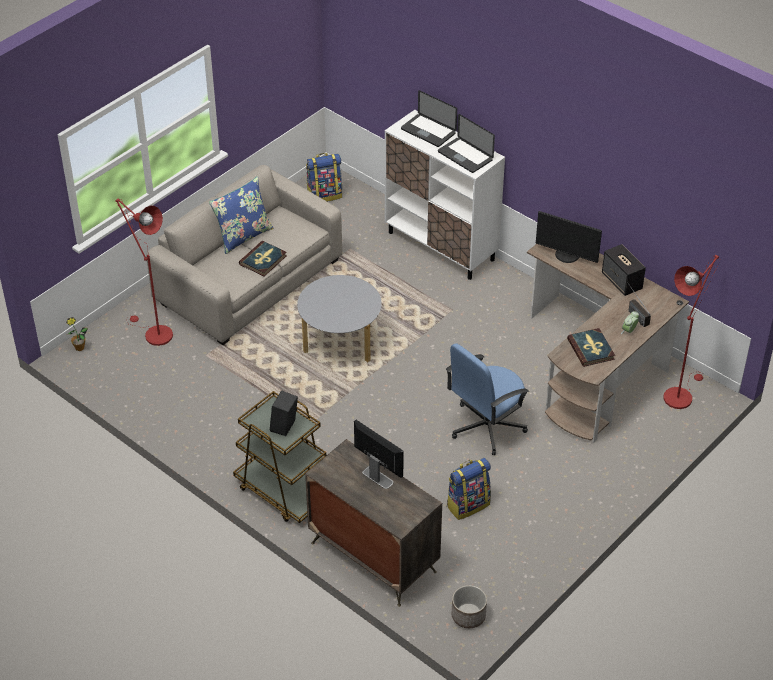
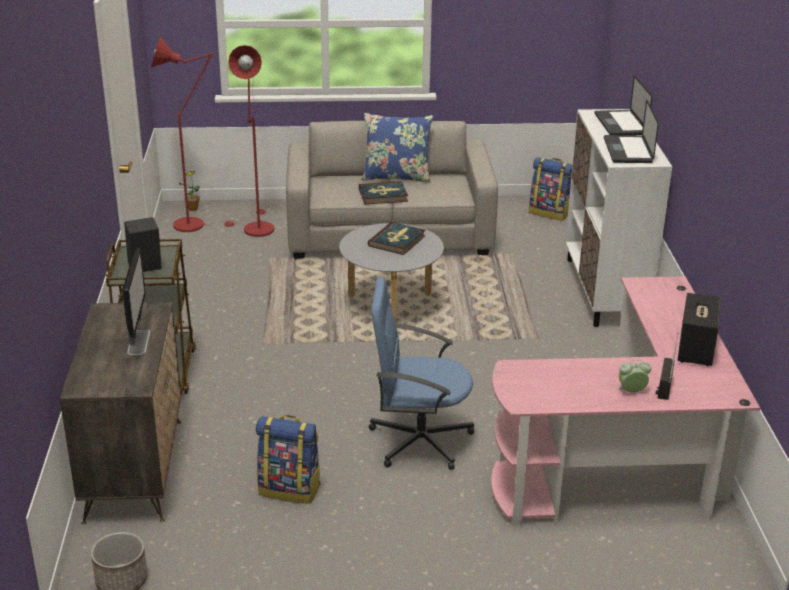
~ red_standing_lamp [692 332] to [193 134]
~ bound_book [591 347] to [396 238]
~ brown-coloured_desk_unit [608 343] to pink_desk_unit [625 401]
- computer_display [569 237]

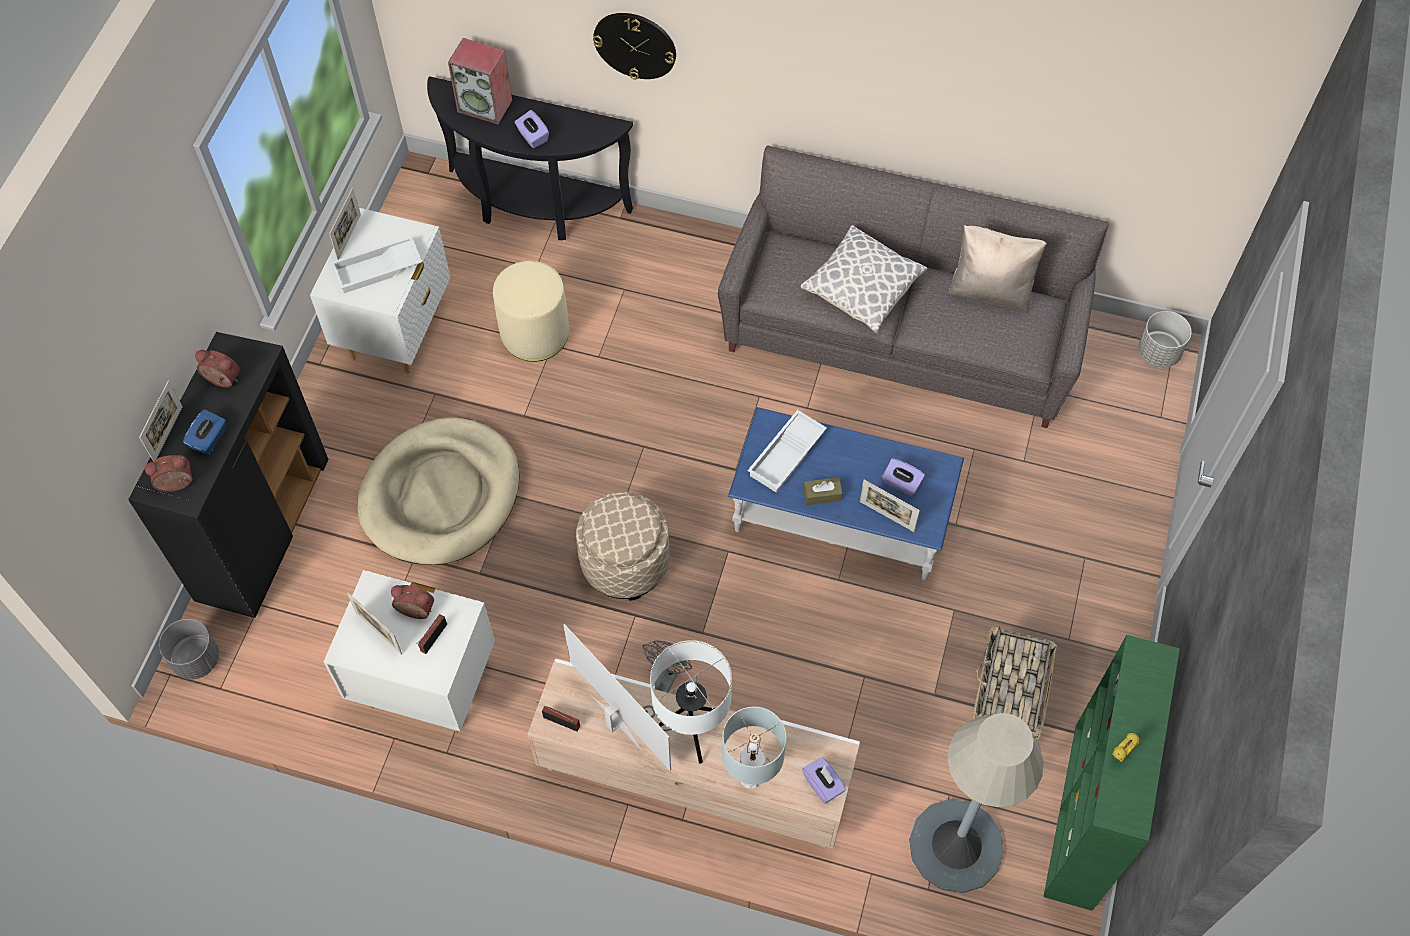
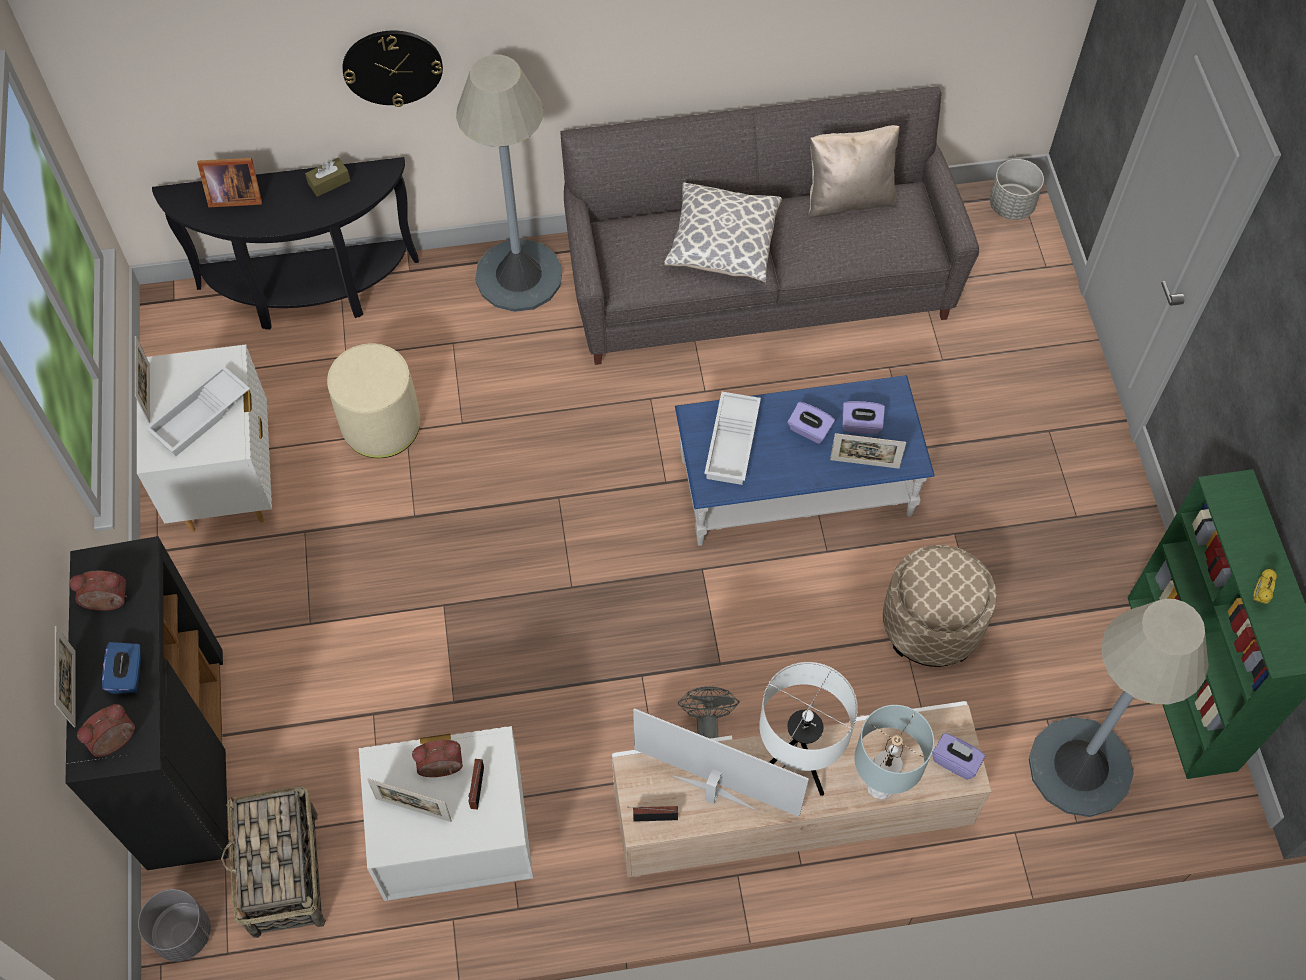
~ loudspeaker [480 81] to photo_frame [229 182]
~ storage_basket [1015 683] to [273 862]
~ brown-coloured_box_of_tissues [823 491] to [328 177]
+ gray_standing_lamp [509 183]
~ purple_box_of_tissues [531 129] to [811 423]
~ beige-coloured_footrest [623 546] to [940 606]
- beige-coloured_pet_bed [438 491]

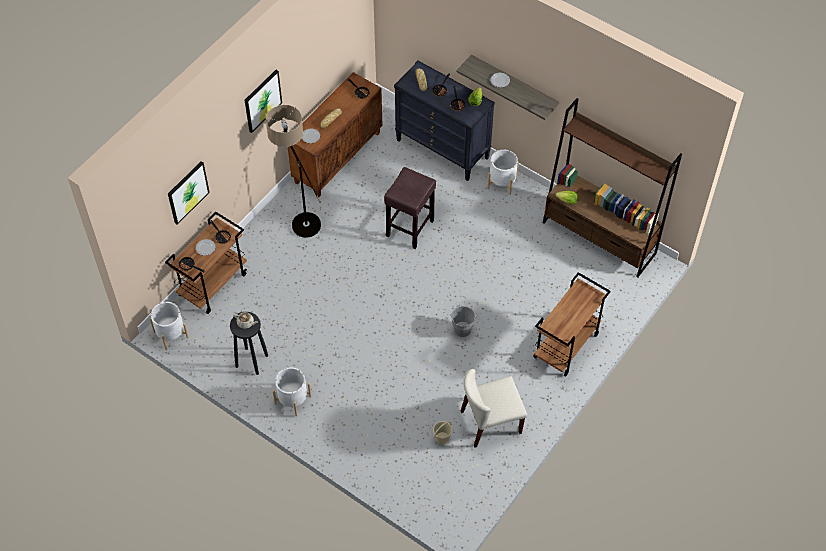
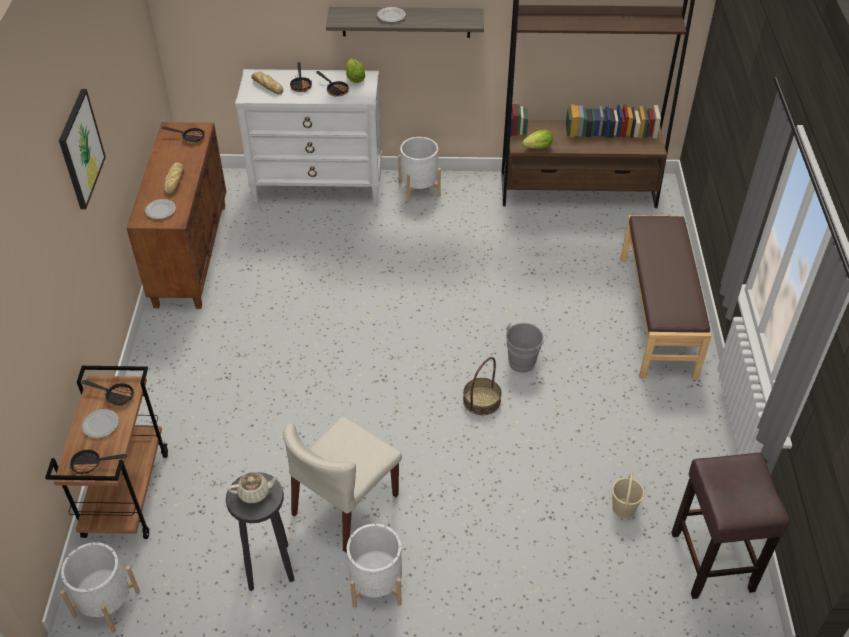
~ black-coloured_dresser [444 121] to white-coloured_dresser [308 137]
~ beige-coloured_plain_chair [494 408] to [342 484]
+ storage_basket [482 386]
~ brown-coloured_wheeled_cart [572 324] to brown-coloured_bench [666 297]
~ brown-coloured_sitting_stool [410 208] to [730 526]
- wall_art [189 193]
- standing_lamp [293 171]

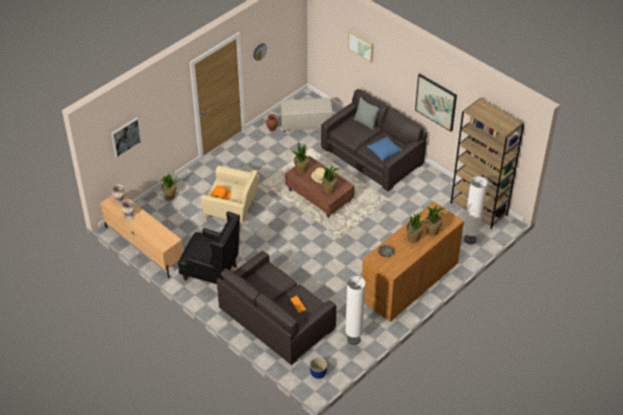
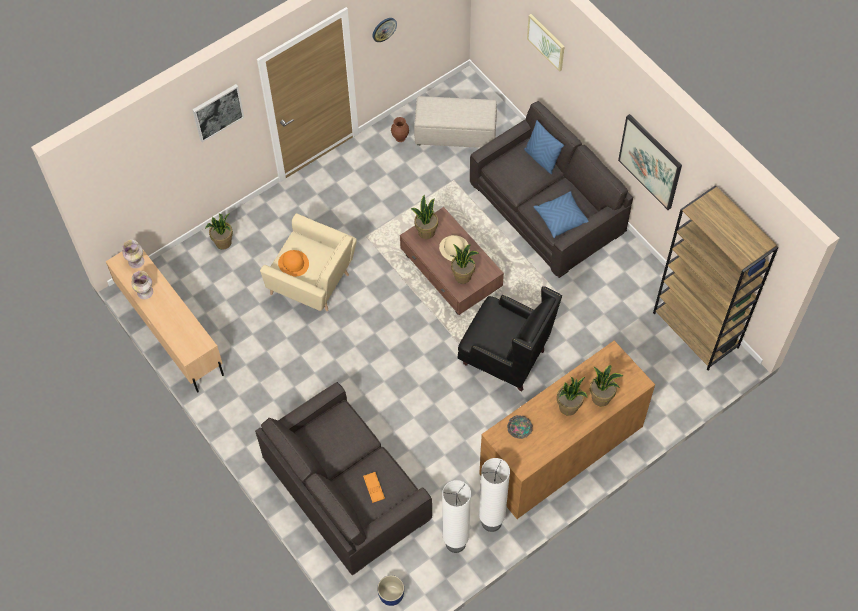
~ wall_art [126 137] to [218 113]
~ black-coloured_armchair [209 247] to [509 338]
~ white-coloured_standing_lamp [475 210] to [494 495]
~ gray_throw_pillow [367 113] to blue_throw_pillow [544 147]

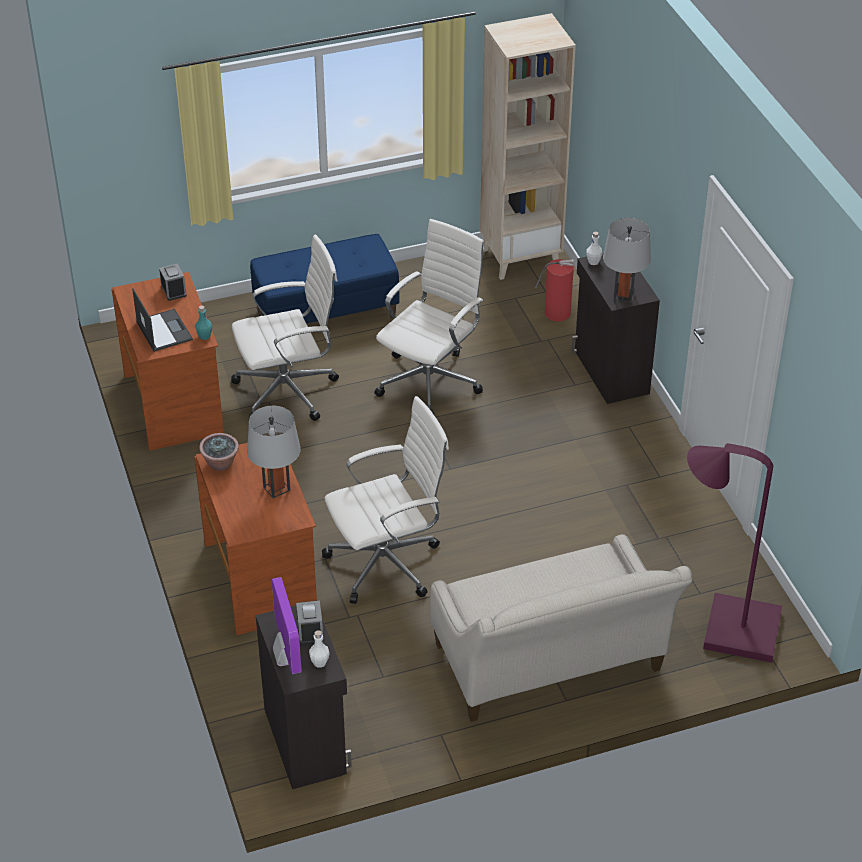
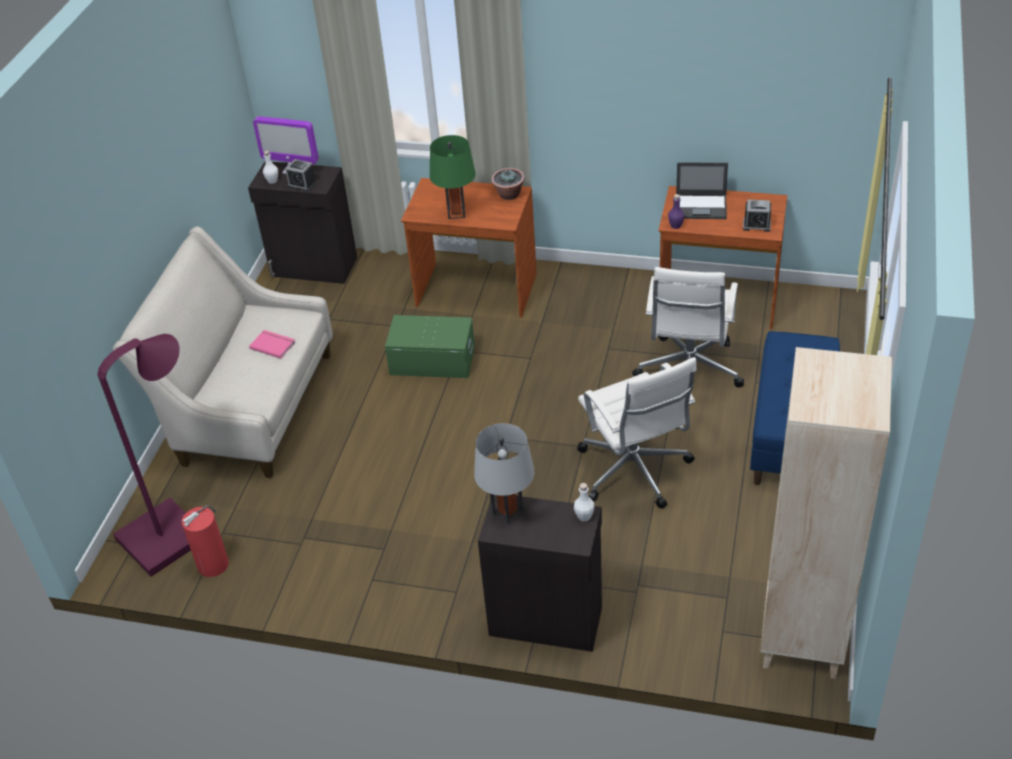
~ fire_extinguisher [554 290] to [205 541]
+ pink_bound_book [272 344]
~ white-coloured_desk_chair [385 500] to green_storage_box [430 346]
~ gray_tabletop_lamp [274 452] to green_tabletop_lamp [453 177]
~ blue-green_beverage_bottle [203 323] to purple_beverage_bottle [676 211]

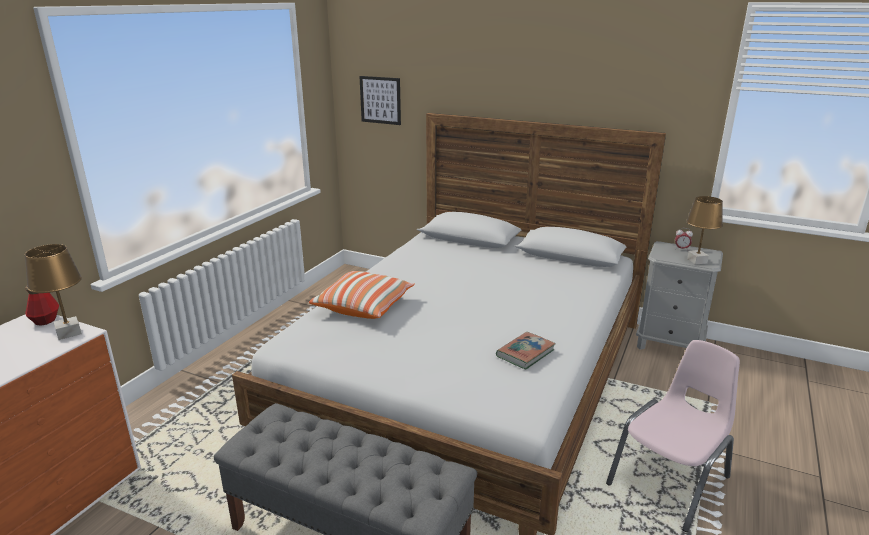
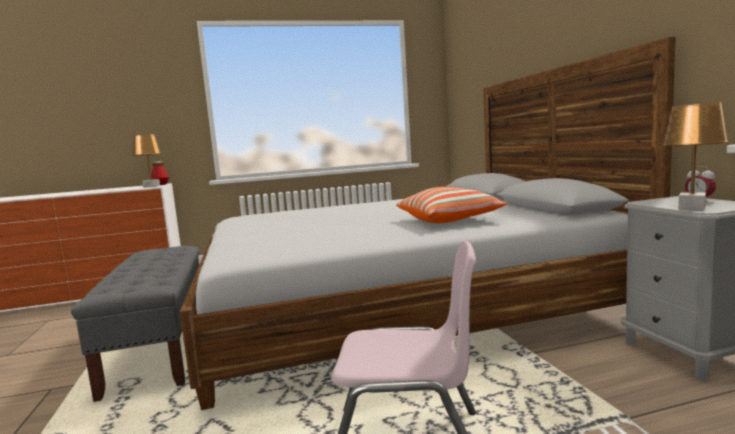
~ throw_pillow [362 295] to [452 205]
- wall_art [380 100]
- bound_book [526 351]

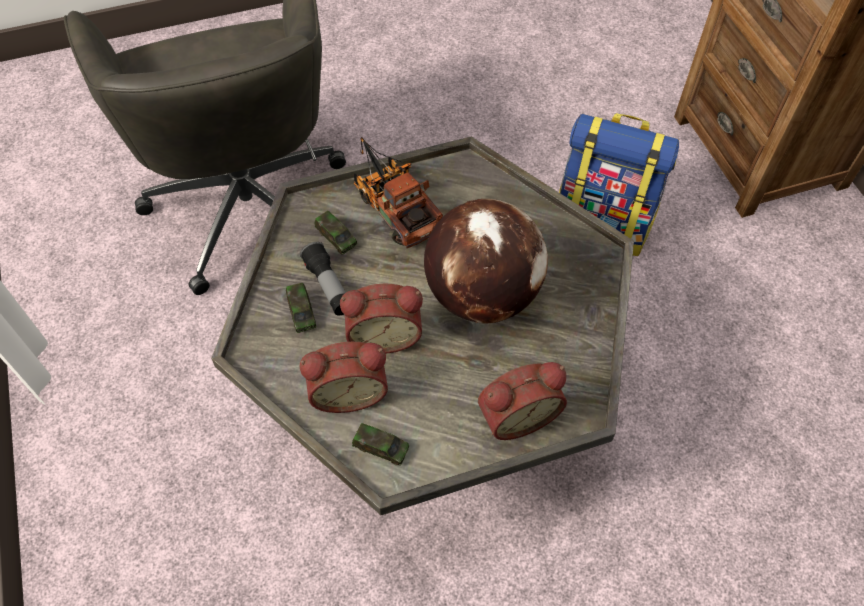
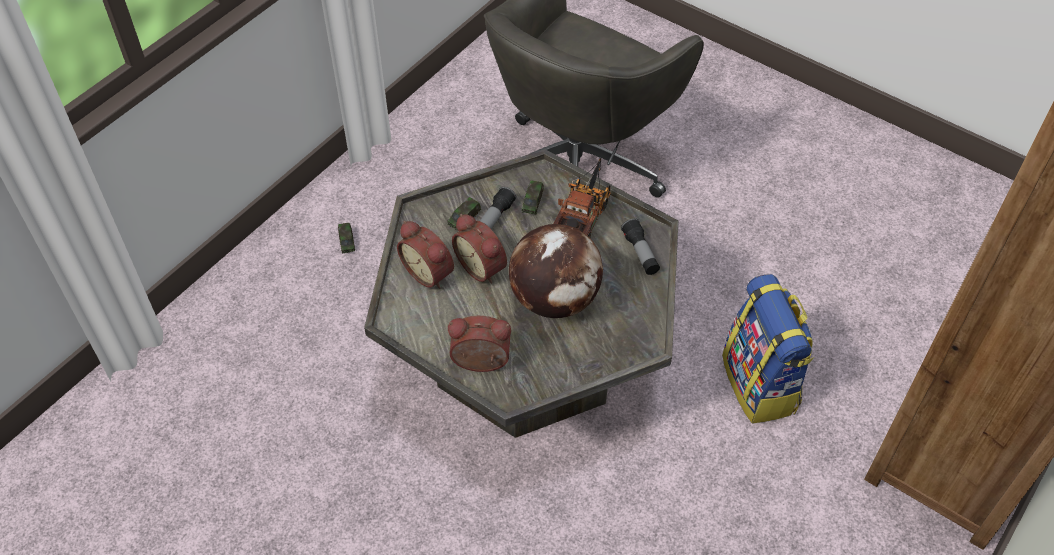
~ toy_car [380 444] to [346 238]
~ bedside_clock [522 401] = [479 344] 150 degrees clockwise
+ torch [640 246]

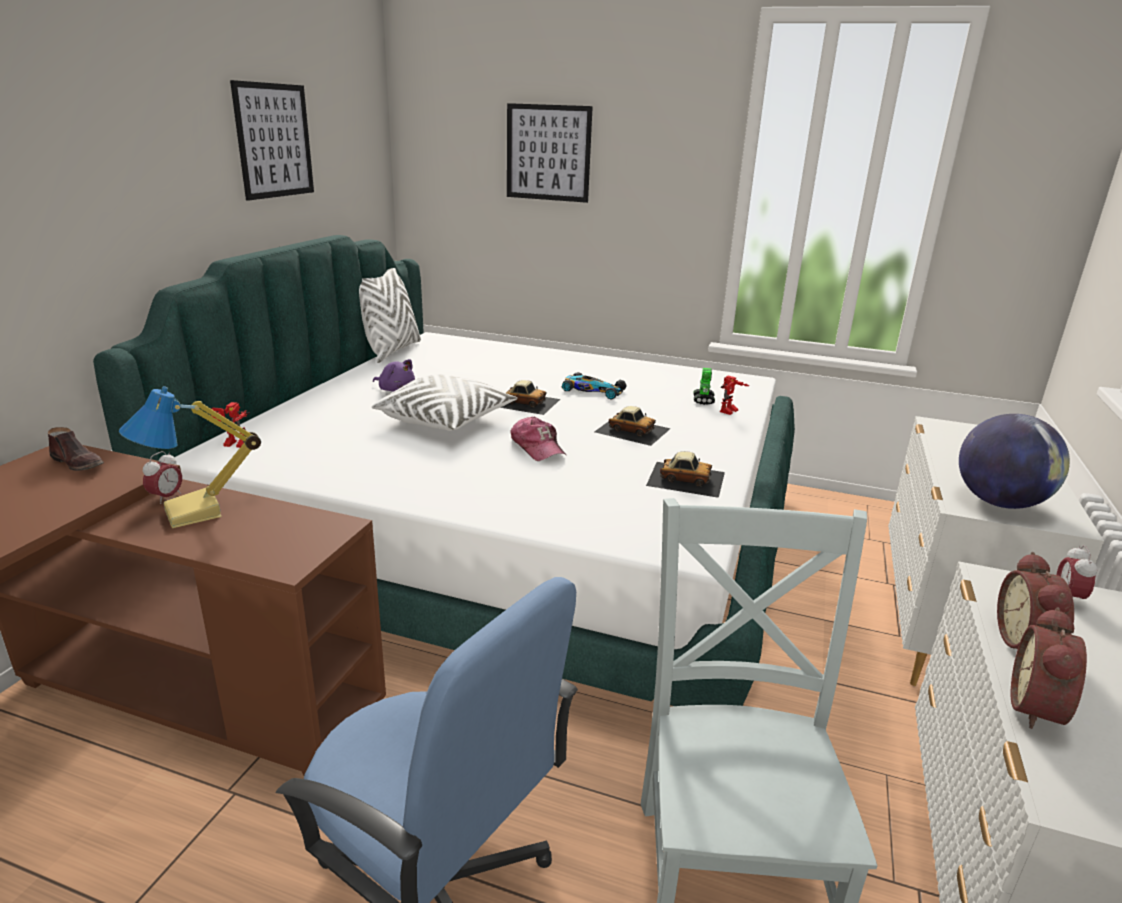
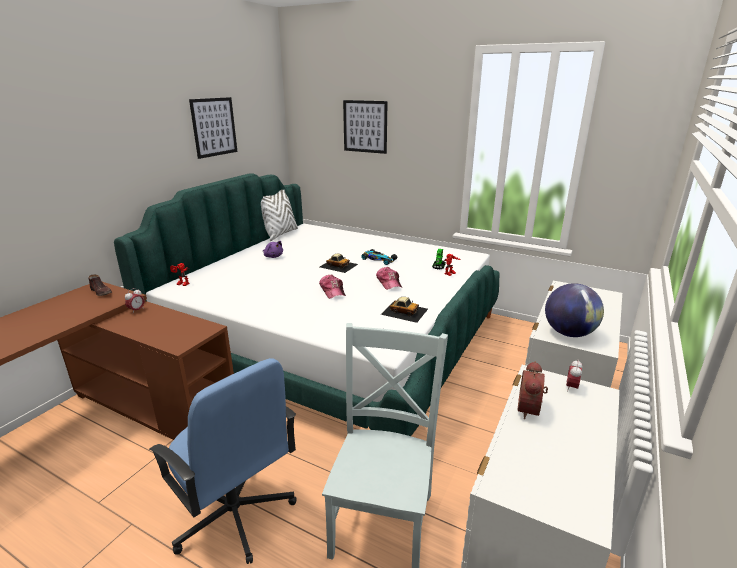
~ toy_car [632 426] to peaked_cap [389 278]
- tabletop_lamp [190 457]
- white-coloured_throw_pillow [445 402]
- bedside_clock [1049 668]

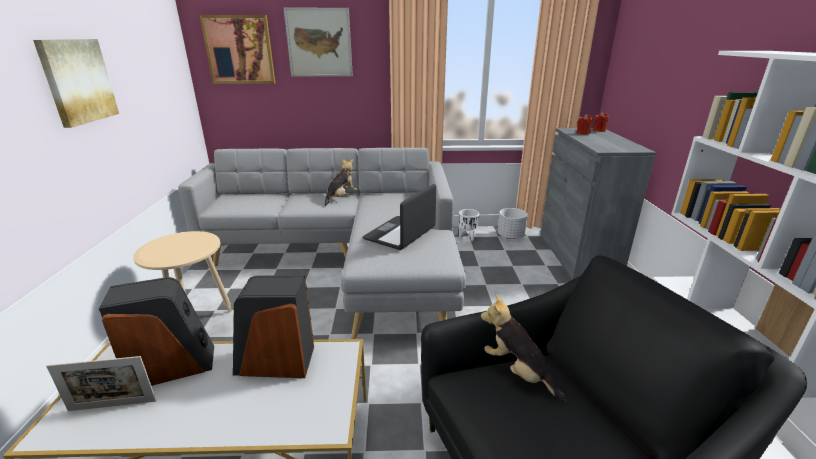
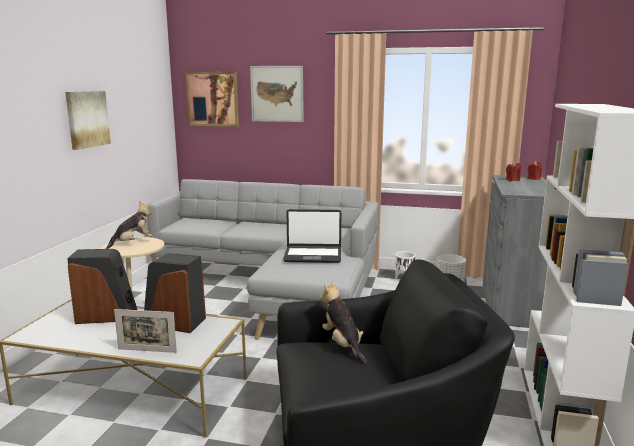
~ soft_toy [341 182] to [129 225]
~ photo_frame [101 383] to [145 331]
~ laptop [399 217] = [312 236] 135 degrees counterclockwise

